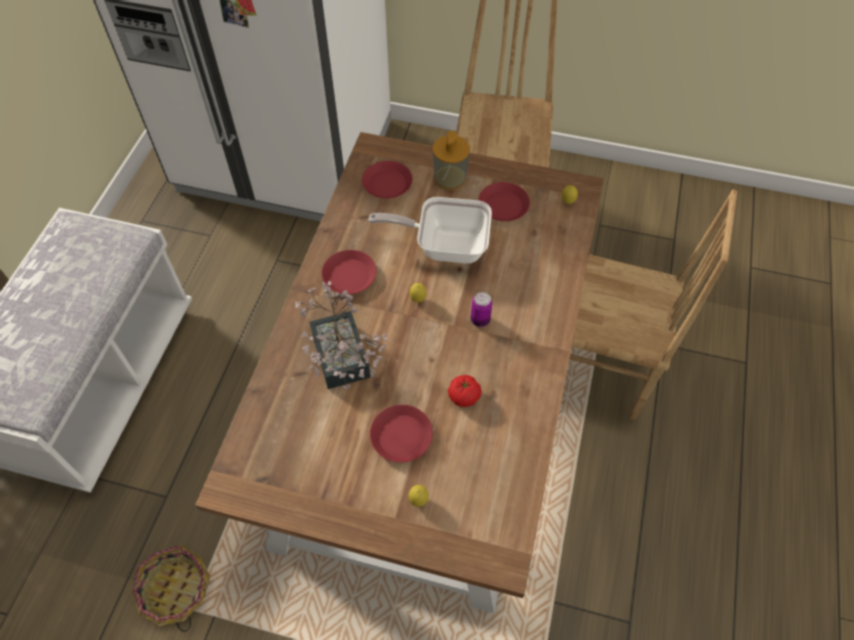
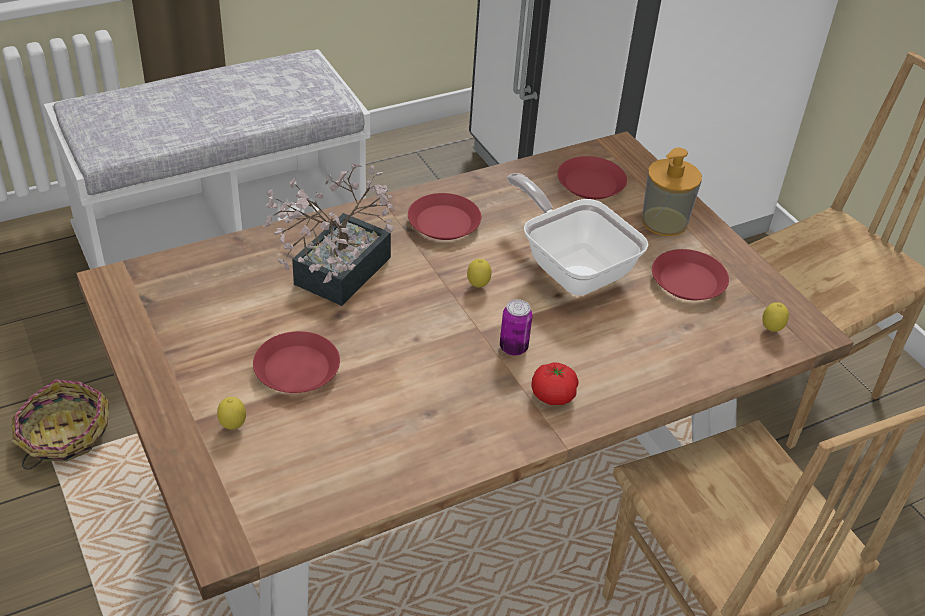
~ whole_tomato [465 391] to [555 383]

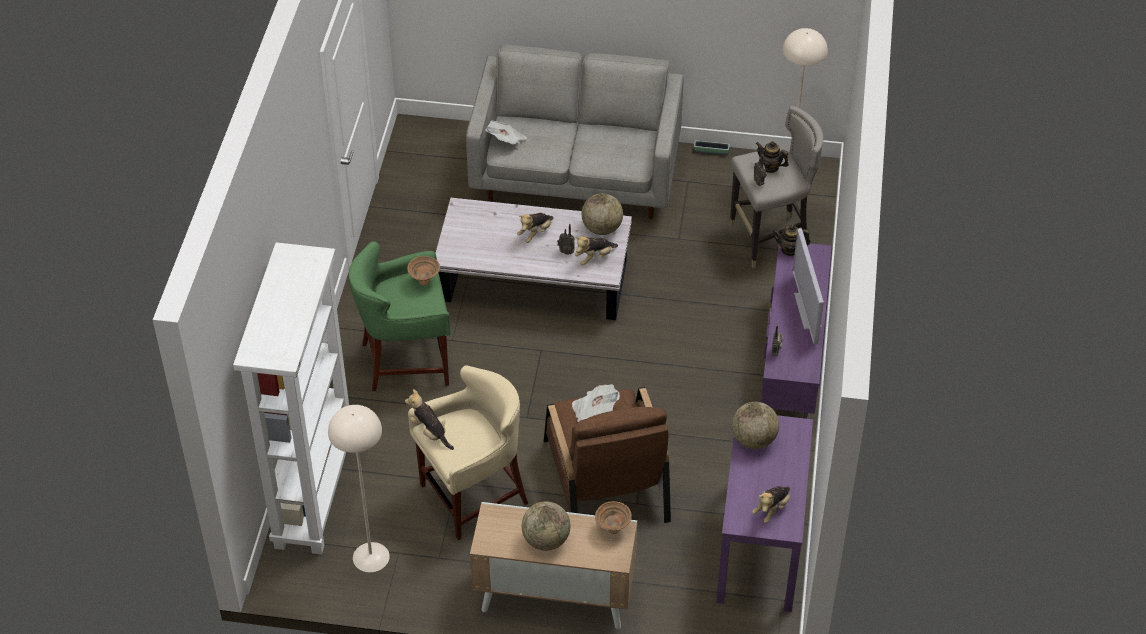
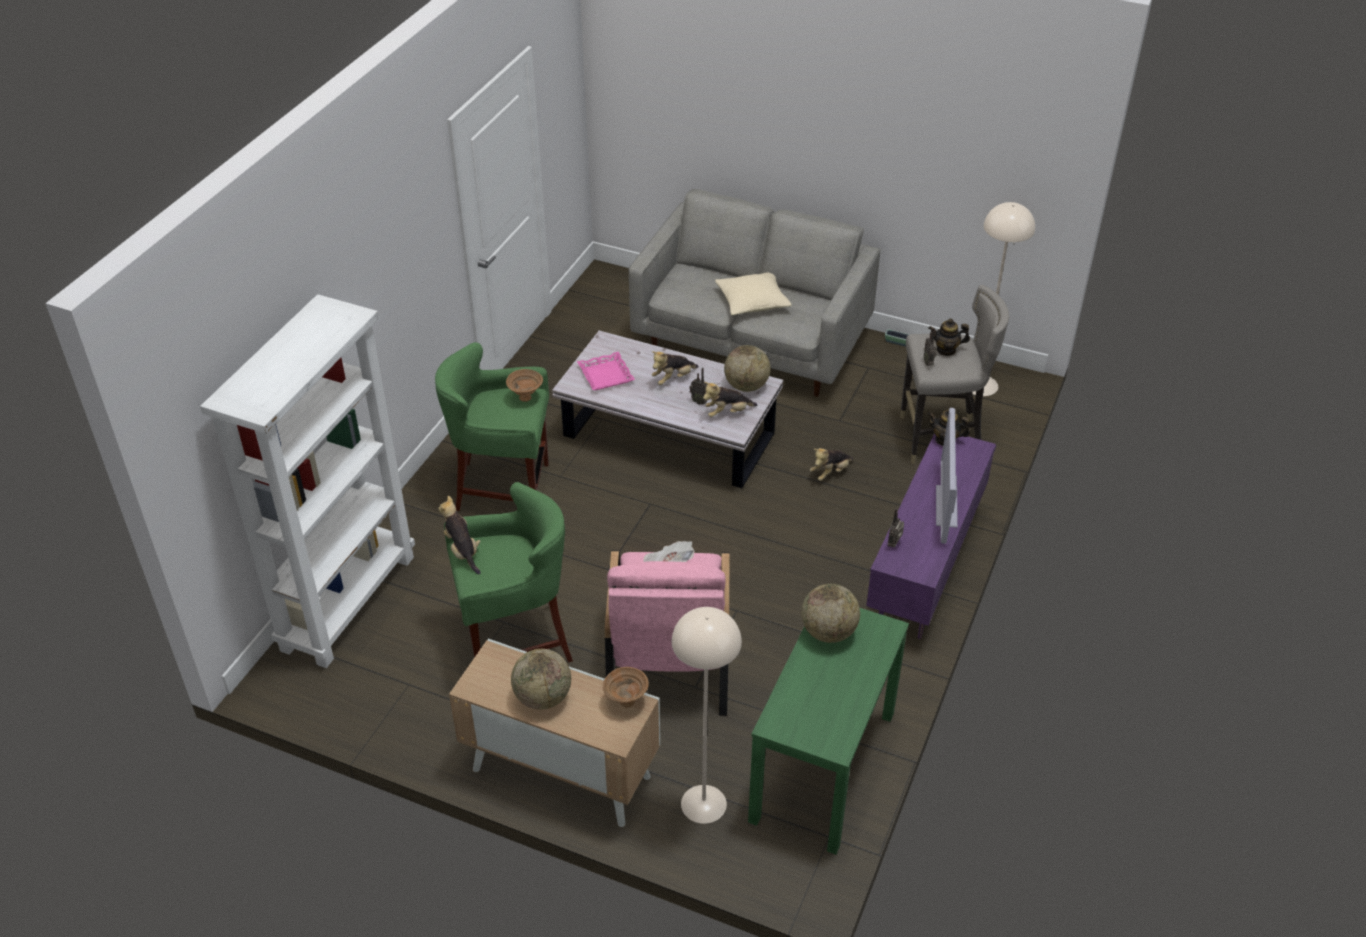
~ beige-coloured_sitting_stool [468 452] to green_sitting_stool [508 572]
+ pink_carrying_tray [606 371]
~ brown-coloured_armchair [607 455] to pink_armchair [667 633]
~ beige-coloured_standing_lamp [359 488] to [707 715]
+ beige-coloured_throw_pillow [753 293]
~ purple_console_table [764 513] to green_console_table [828 731]
~ soft_toy [771 504] to [831 464]
~ teapot [772 157] = [949 337] 45 degrees counterclockwise
- printed_paper [506 132]

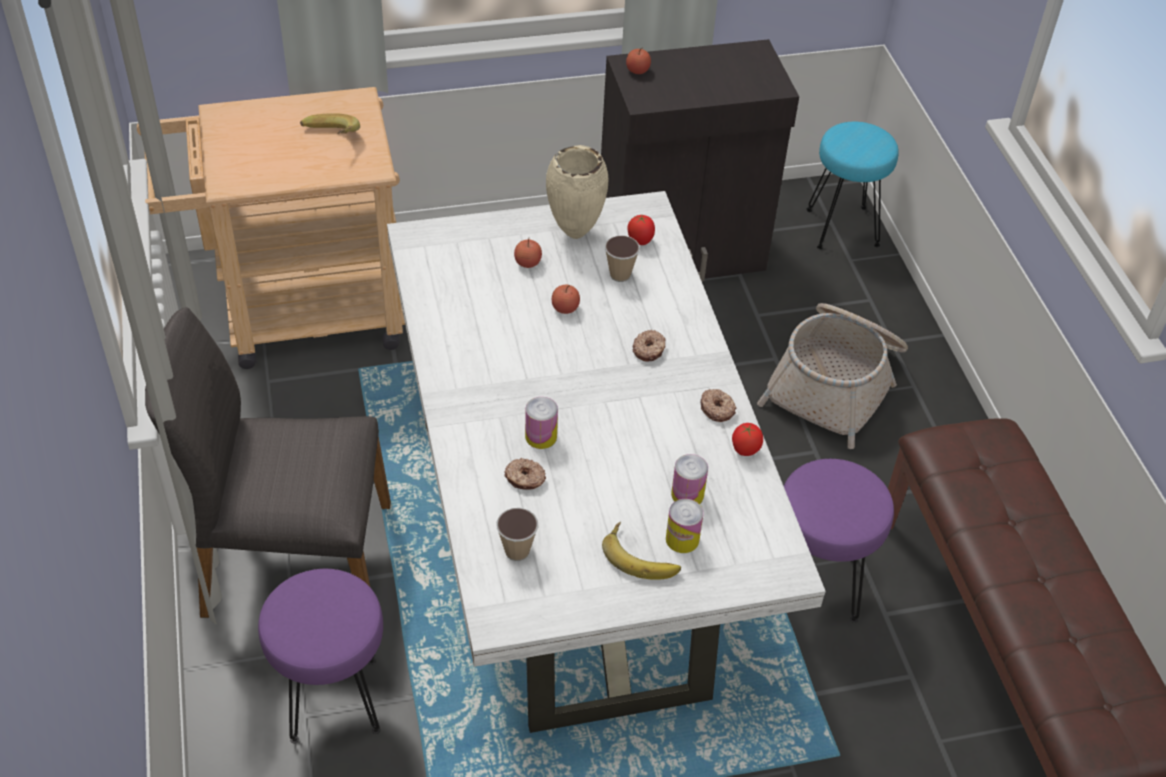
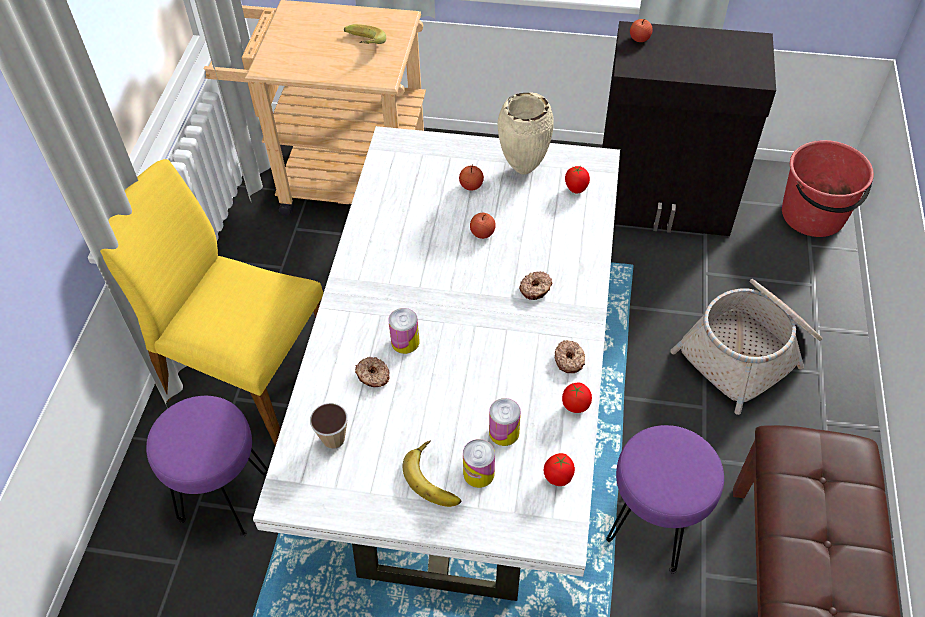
~ gray_plain_chair [268 462] to yellow-coloured_plain_chair [211 302]
+ whole_tomato [559 469]
~ blue-green_sitting_stool [852 185] to red_bucket [828 188]
- small_cup [622 259]

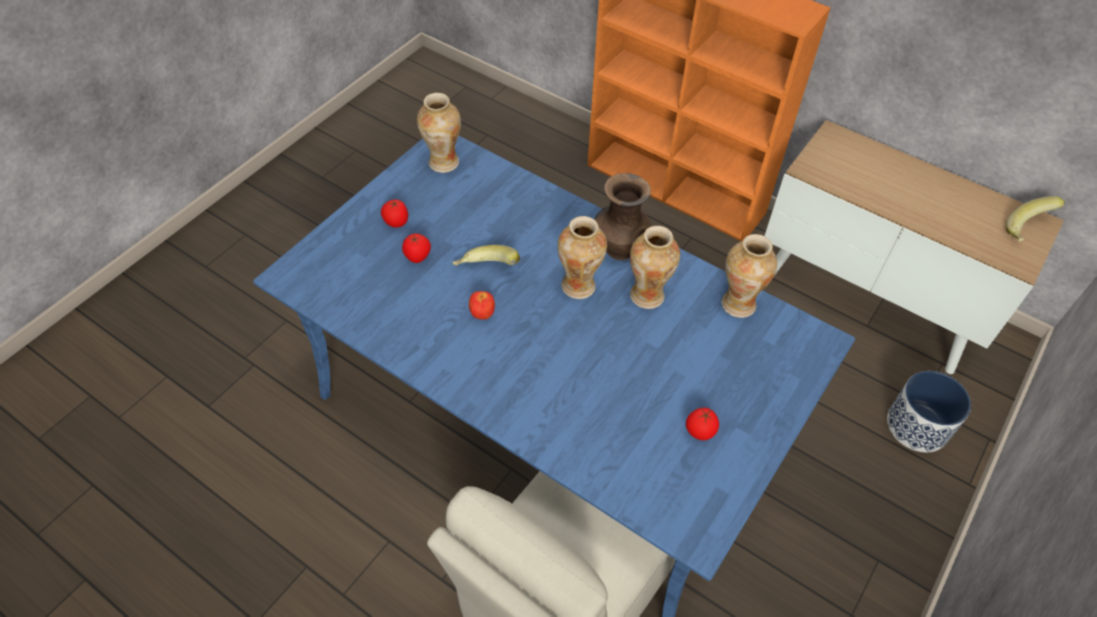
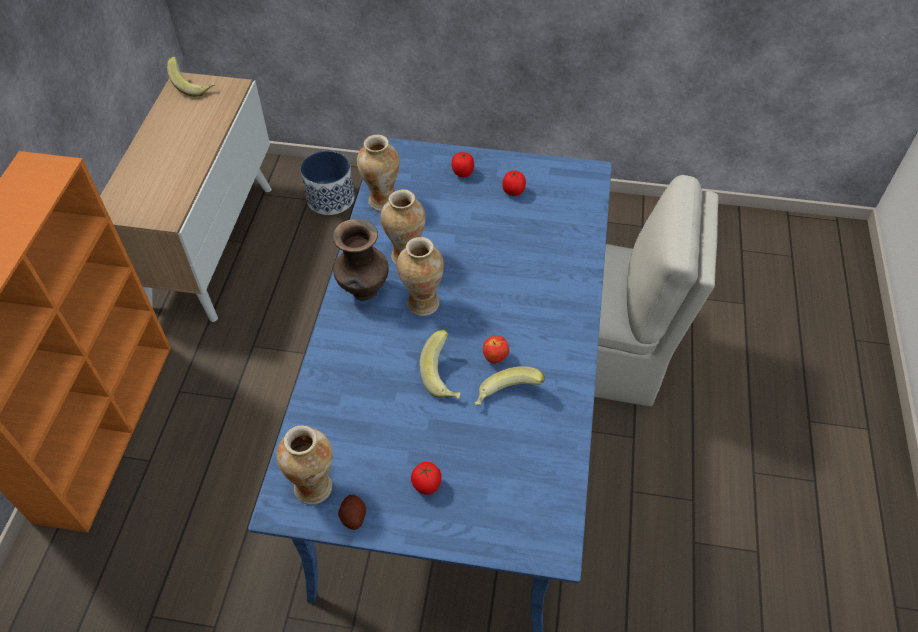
+ whole_potato [352 512]
~ whole_tomato [416 248] to [462 164]
+ banana_fruit [509 385]

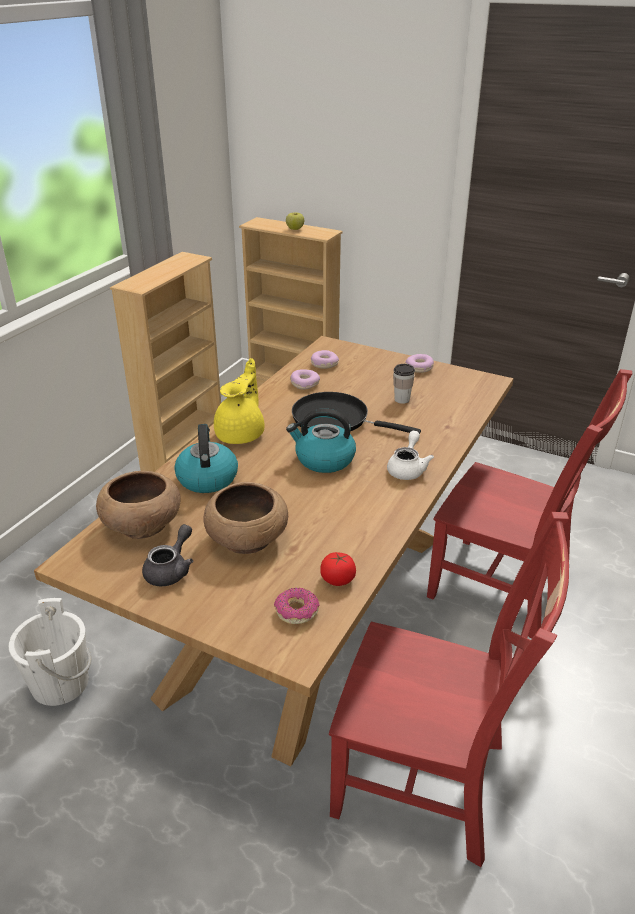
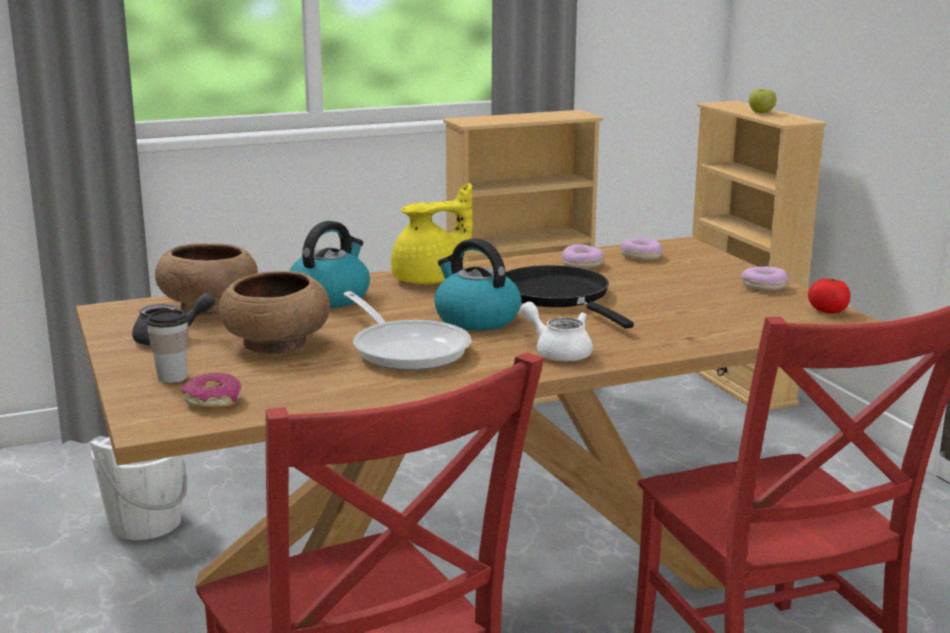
~ small_cup [404 384] to [167 346]
+ skillet [408 331]
~ white-coloured_teapot [410 455] = [556 331] 105 degrees counterclockwise
~ whole_tomato [338 569] to [829 295]

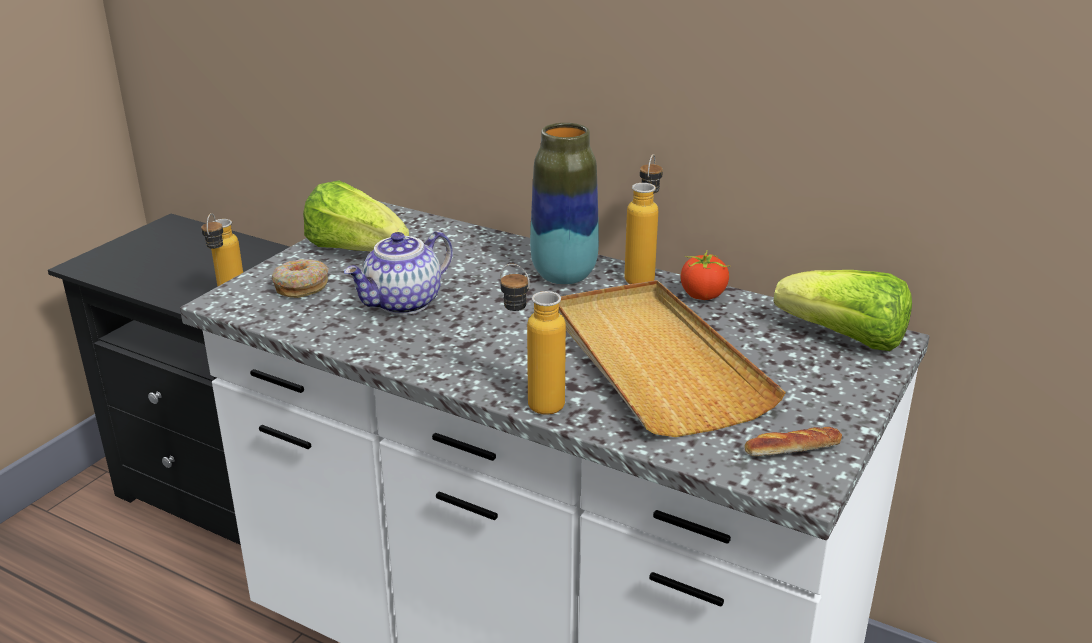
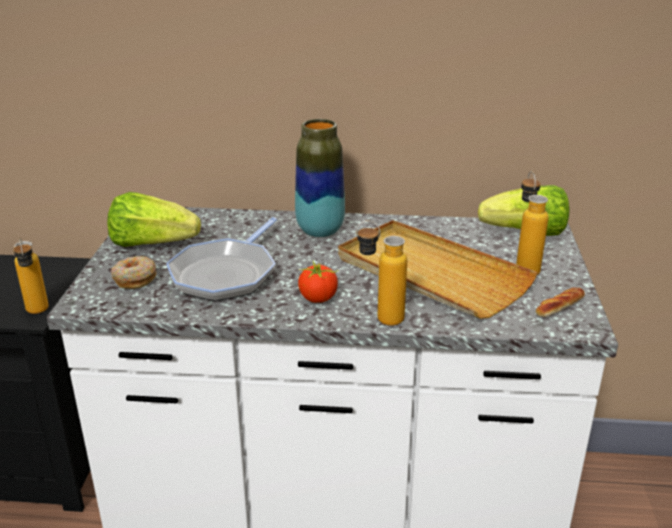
~ teapot [398 273] to skillet [221 259]
~ whole_tomato [705 275] to [318 282]
~ beverage_bottle [643 219] to [532 223]

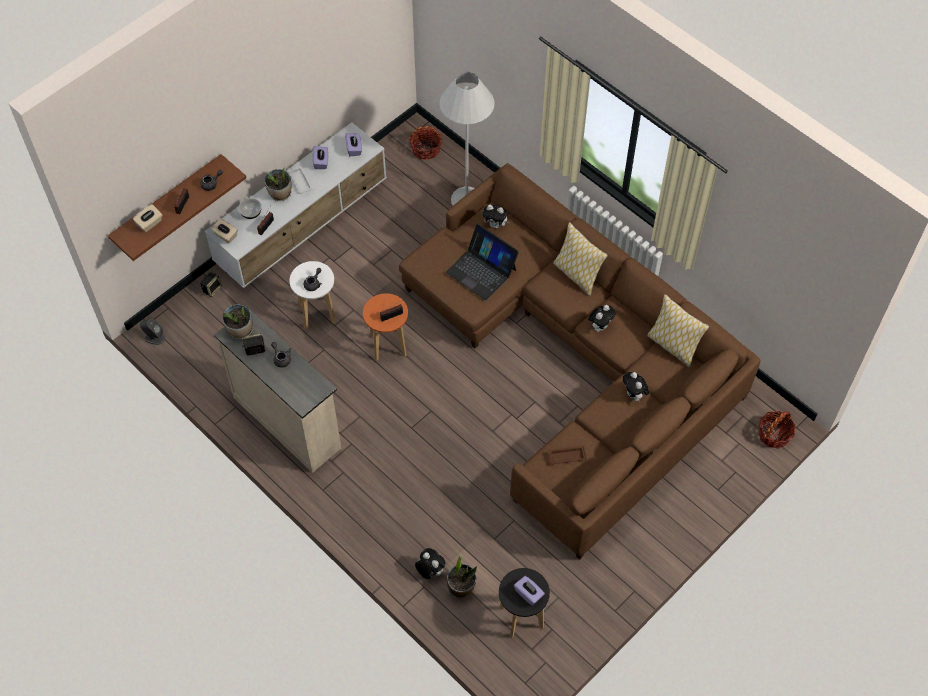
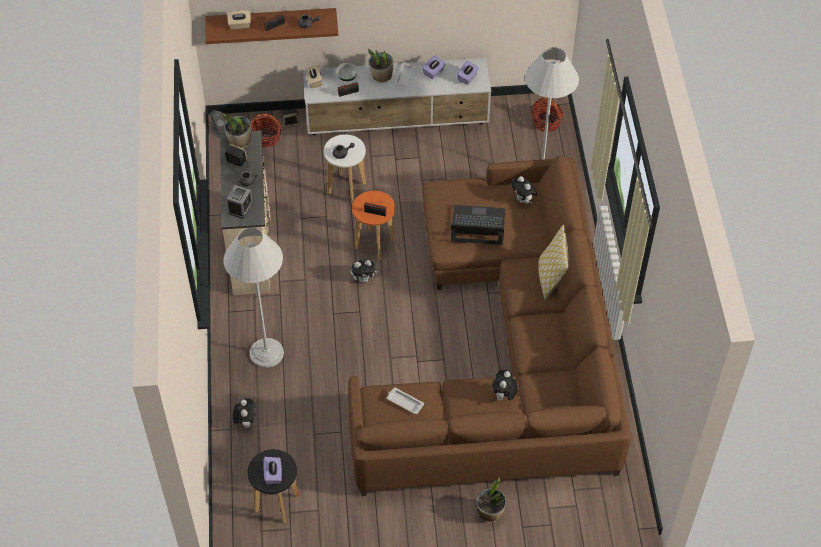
+ white-coloured_standing_lamp [253 297]
+ bedside_clock [240 202]
~ storage_basket [777 430] to [266 131]
~ soft_toy [602 318] to [365 271]
~ brown-coloured_carrying_tray [567 455] to white-coloured_carrying_tray [405 401]
~ laptop [482 262] = [478 225] 105 degrees clockwise
~ houseplant [462 576] to [491 500]
- throw_pillow [678 330]

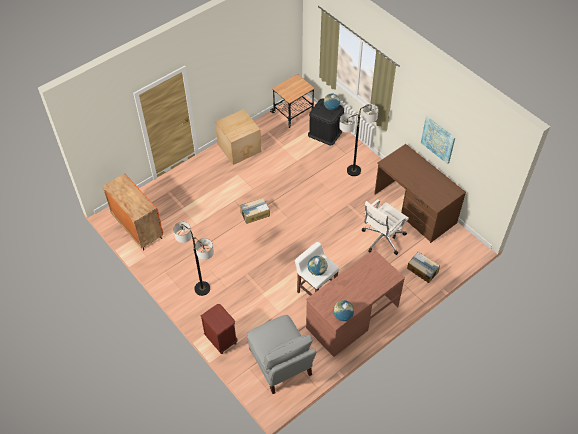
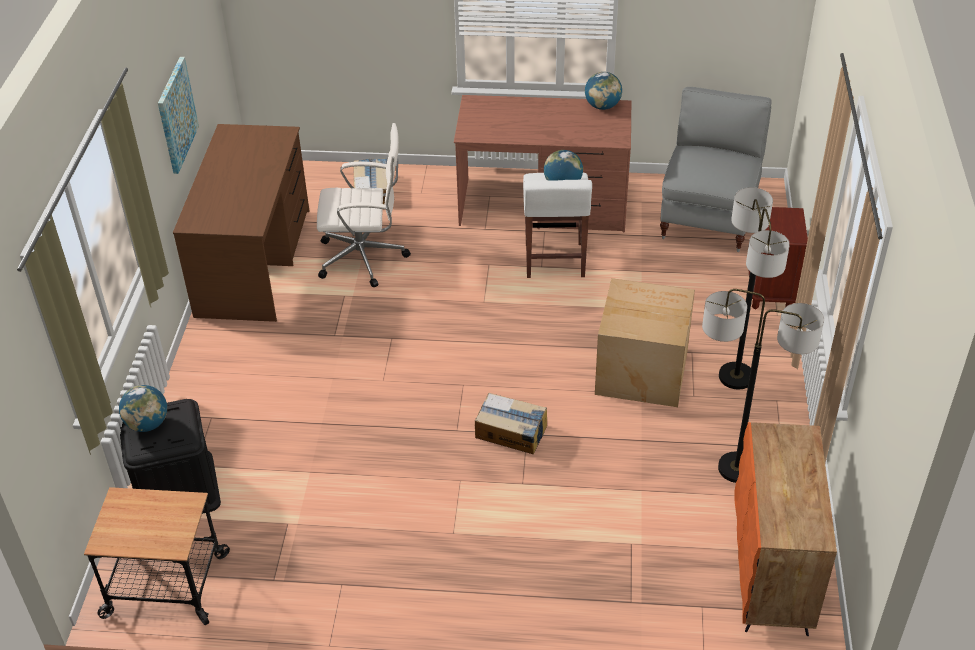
~ cardboard_box [238 137] to [645 342]
~ standing_lamp [358 140] to [763 386]

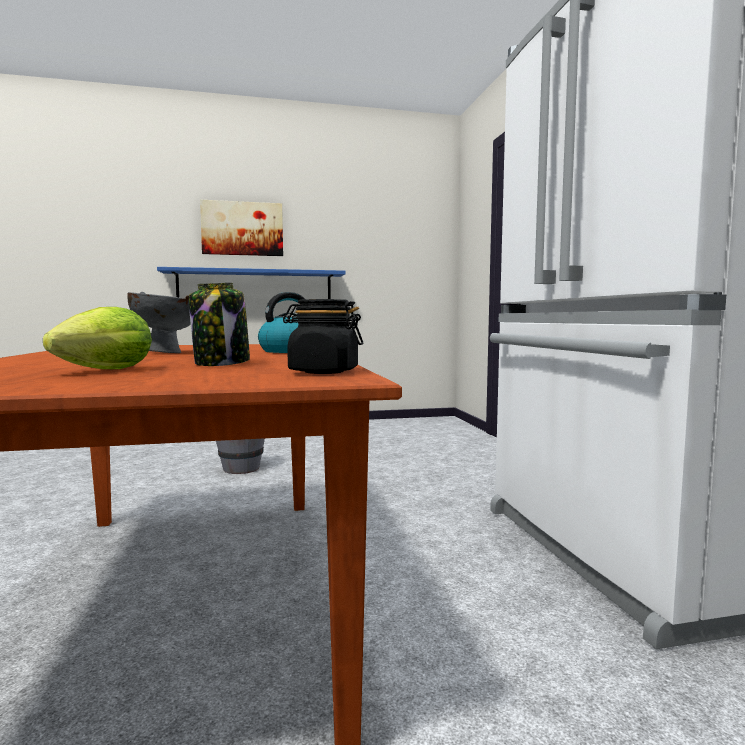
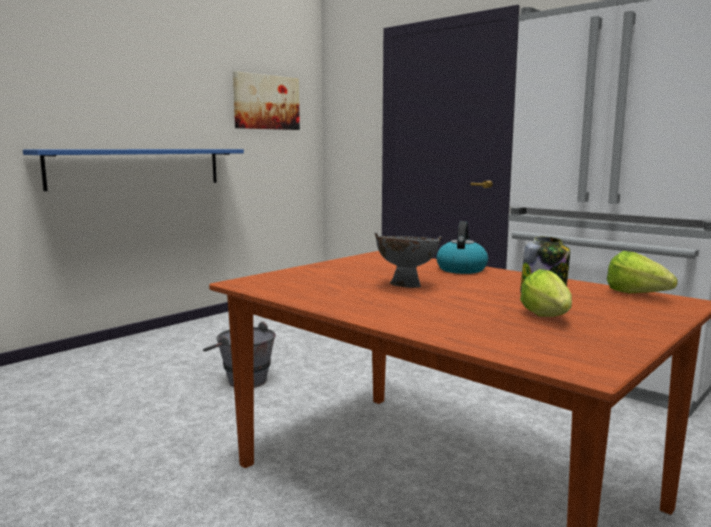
~ wall_art [241 228] to [266 100]
~ black-coloured_jar [323 336] to lettuce [642 272]

